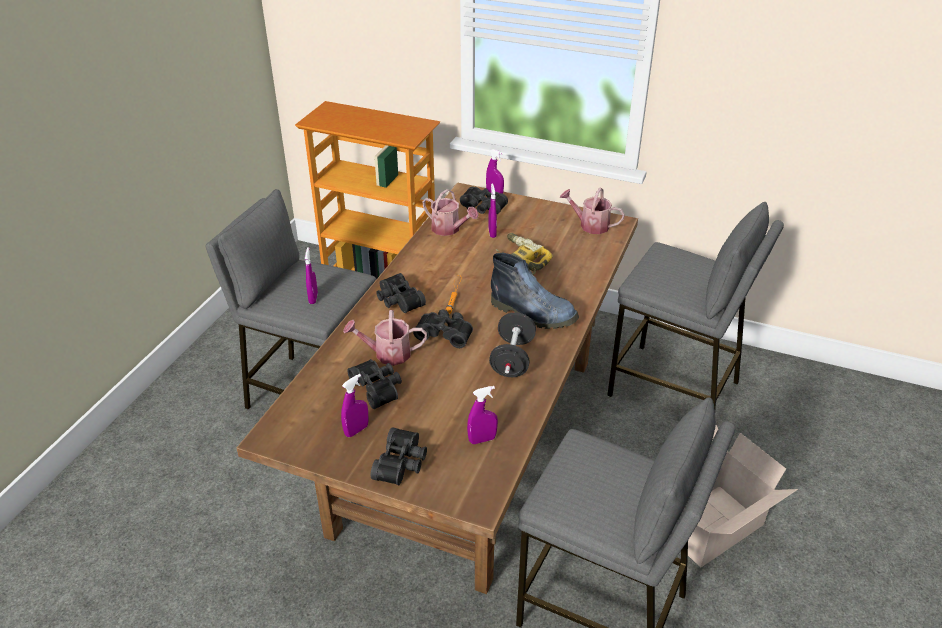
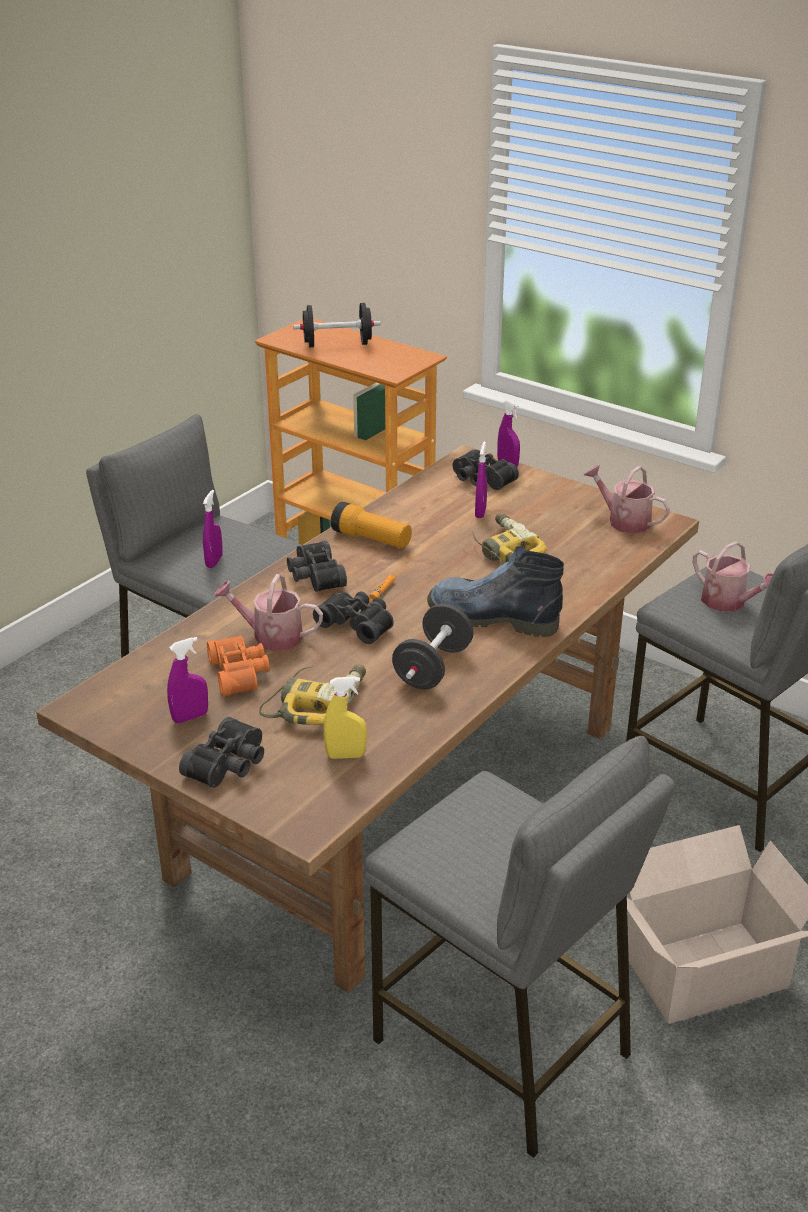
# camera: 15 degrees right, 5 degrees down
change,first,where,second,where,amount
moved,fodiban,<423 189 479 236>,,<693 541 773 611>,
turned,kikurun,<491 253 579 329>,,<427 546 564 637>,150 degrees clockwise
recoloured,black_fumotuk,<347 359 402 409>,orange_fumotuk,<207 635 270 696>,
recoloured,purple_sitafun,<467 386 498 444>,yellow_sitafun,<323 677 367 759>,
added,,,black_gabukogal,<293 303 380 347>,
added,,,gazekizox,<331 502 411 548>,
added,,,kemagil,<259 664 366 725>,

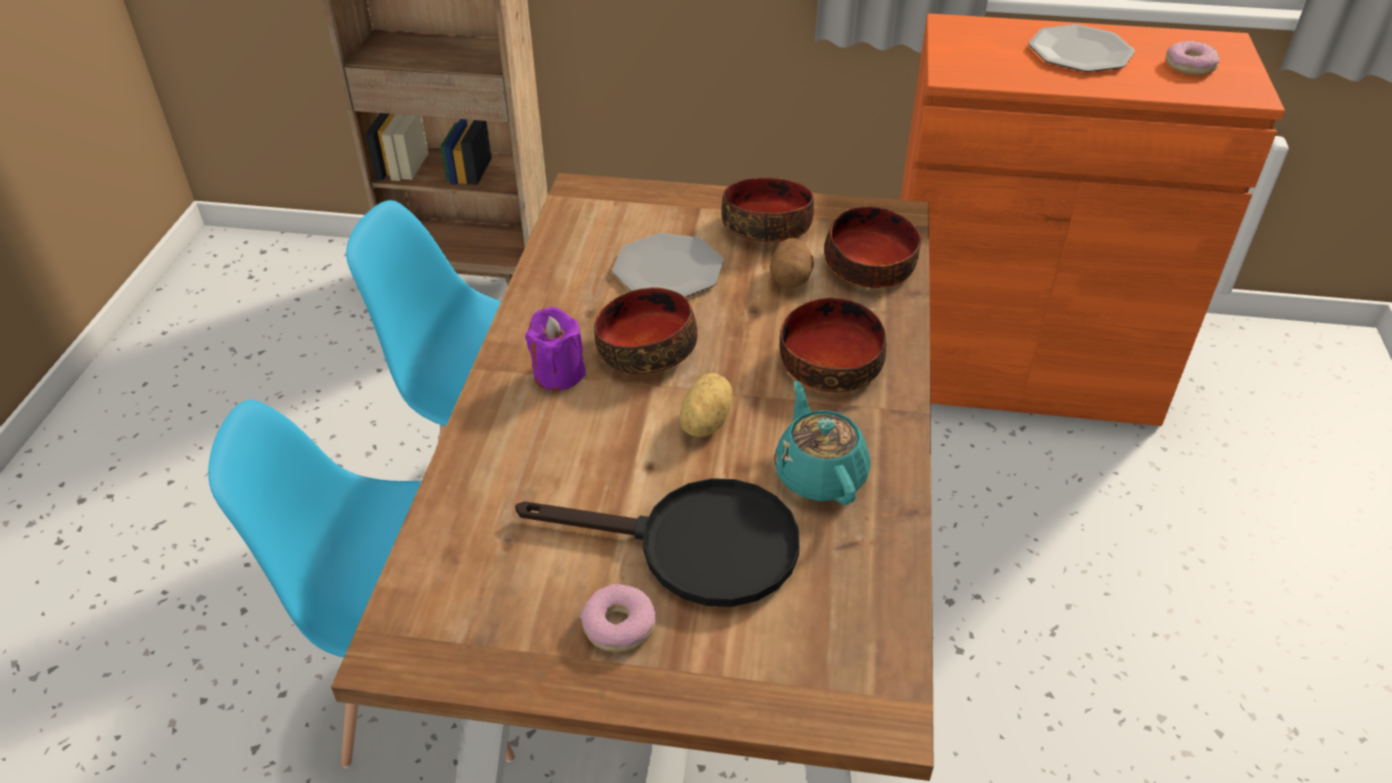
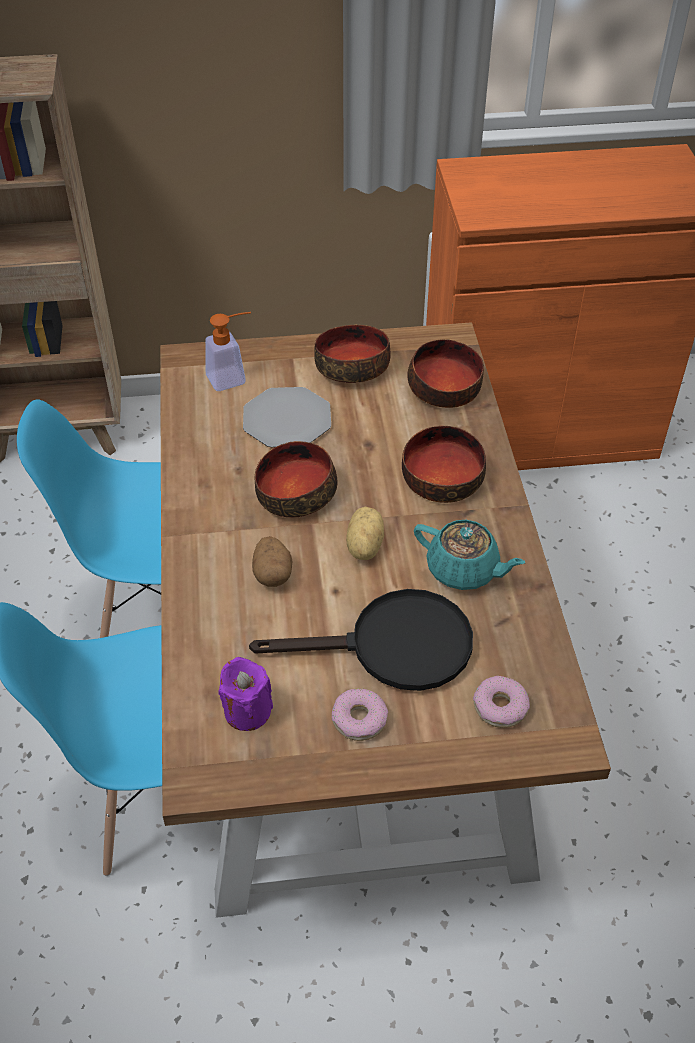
# camera: 15 degrees left, 5 degrees up
change,first,where,second,where,amount
removed,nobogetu,<1029 24 1135 72>,,,
moved,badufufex,<1166 41 1220 75>,,<473 676 530 728>,
moved,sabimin,<770 238 814 287>,,<252 536 292 587>,
moved,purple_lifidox,<525 307 586 391>,,<218 657 273 731>,
turned,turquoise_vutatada,<774 380 871 505>,,<414 520 525 590>,150 degrees clockwise
added,,,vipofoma,<205 312 251 391>,

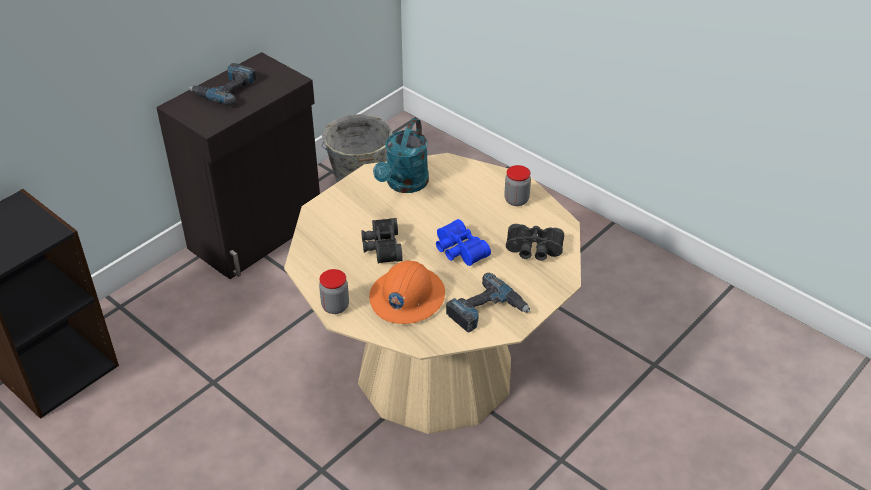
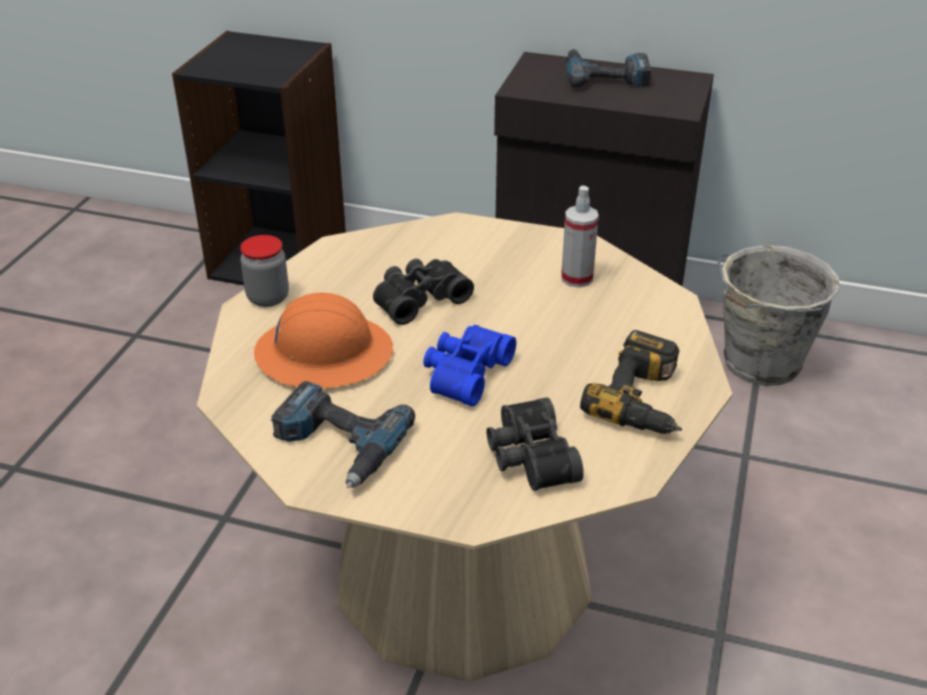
# camera: 65 degrees right, 5 degrees down
change,first,where,second,where,amount
replaced,turquoise_fodiban,<373 119 429 193>,sitafun,<561 186 599 288>,
replaced,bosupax,<504 165 531 206>,kemagil,<580 330 682 434>,

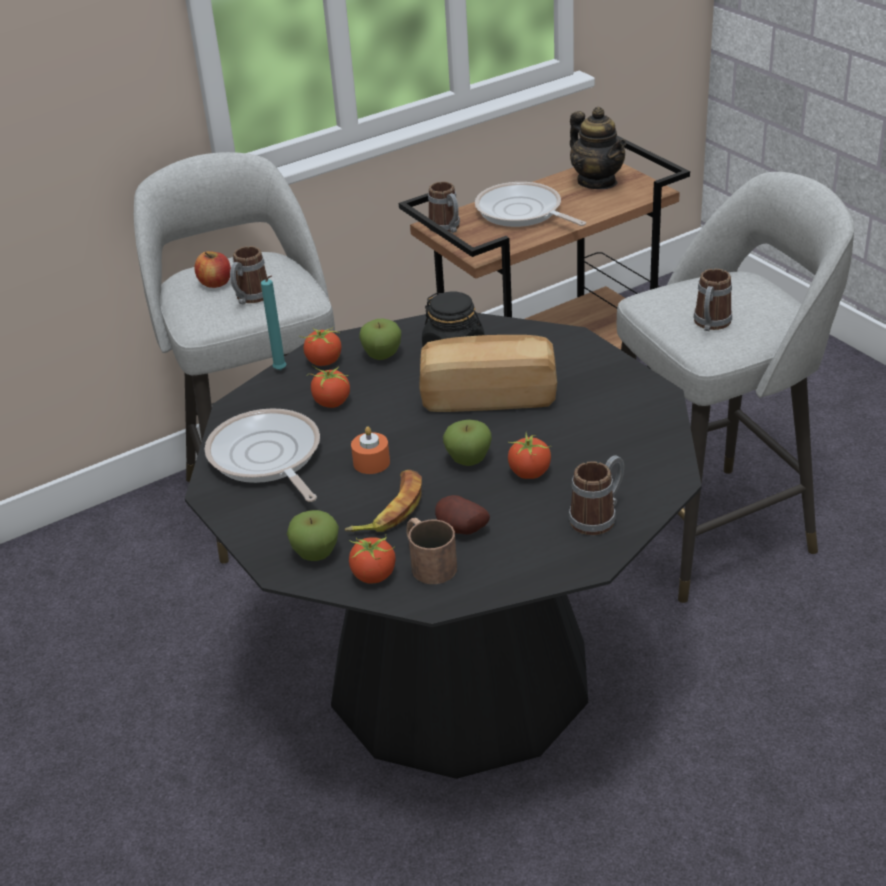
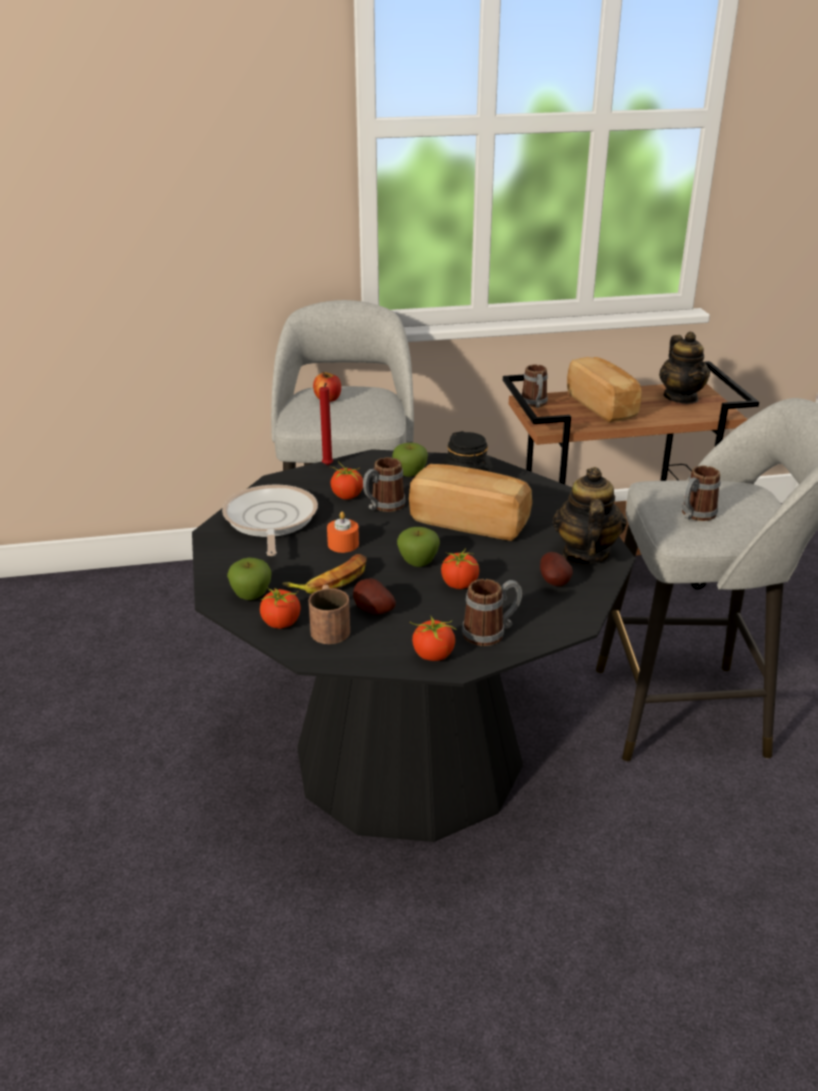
# camera: 20 degrees right, 5 degrees down
change,first,where,second,where,amount
replaced,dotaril,<475 182 586 227>,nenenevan,<567 357 642 422>,
moved,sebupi,<230 246 267 304>,,<363 457 406 512>,
recoloured,turquoise_lifidox,<261 275 287 370>,red_lifidox,<319 383 333 465>,
moved,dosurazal,<299 327 341 366>,,<410 616 457 661>,
added,,,vutatada,<553 467 627 564>,
added,,,sabimin,<540 552 573 586>,

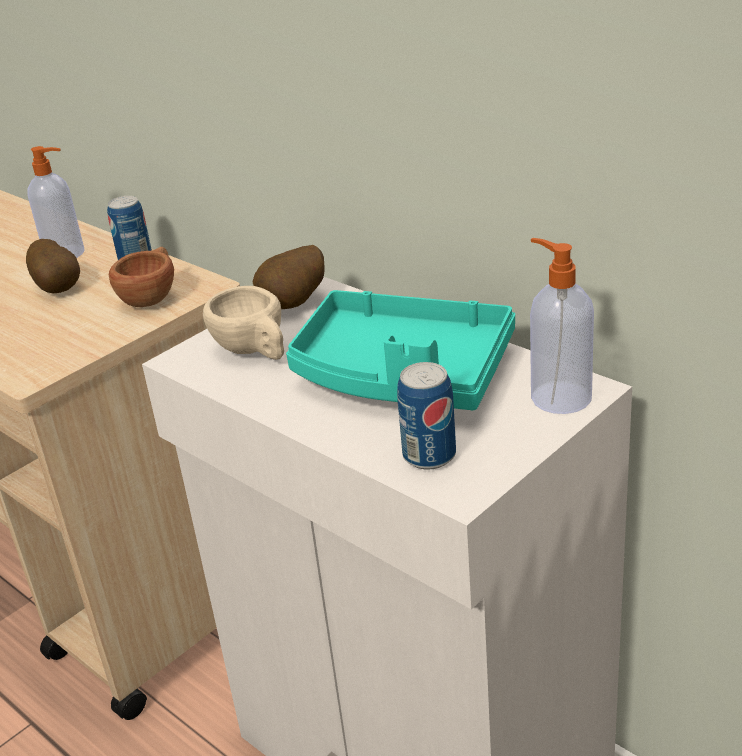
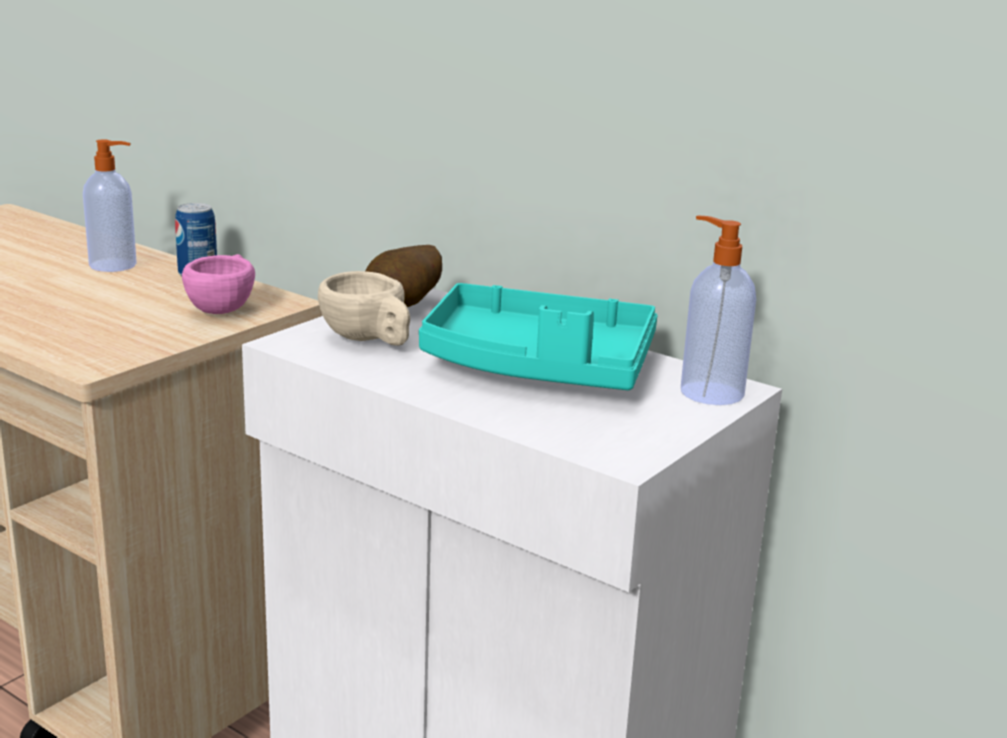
# camera: 10 degrees left, 10 degrees down
change,first,where,second,where,amount
removed,sabimin,<26 239 80 293>,,,
recoloured,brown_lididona,<109 247 174 307>,pink_lididona,<182 254 255 314>,
removed,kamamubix,<397 362 456 470>,,,

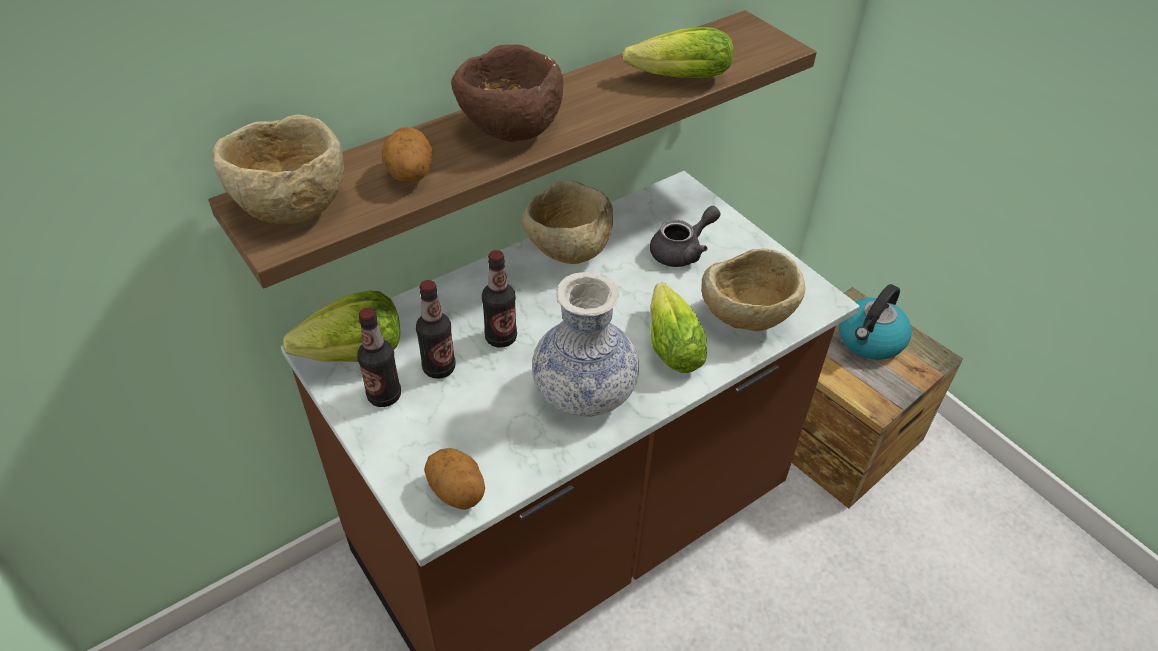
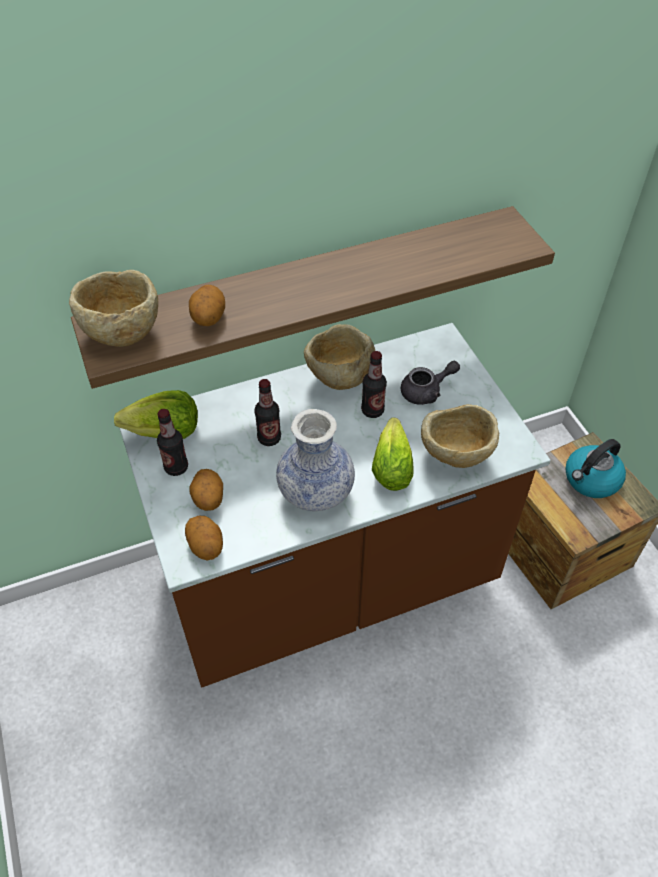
# camera: 15 degrees right, 5 degrees up
change,first,where,second,where,amount
removed,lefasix,<622 27 734 78>,,,
removed,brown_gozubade,<451 44 563 142>,,,
moved,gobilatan,<416 280 455 379>,,<361 351 387 418>,
added,,,sabimin,<189 469 223 511>,

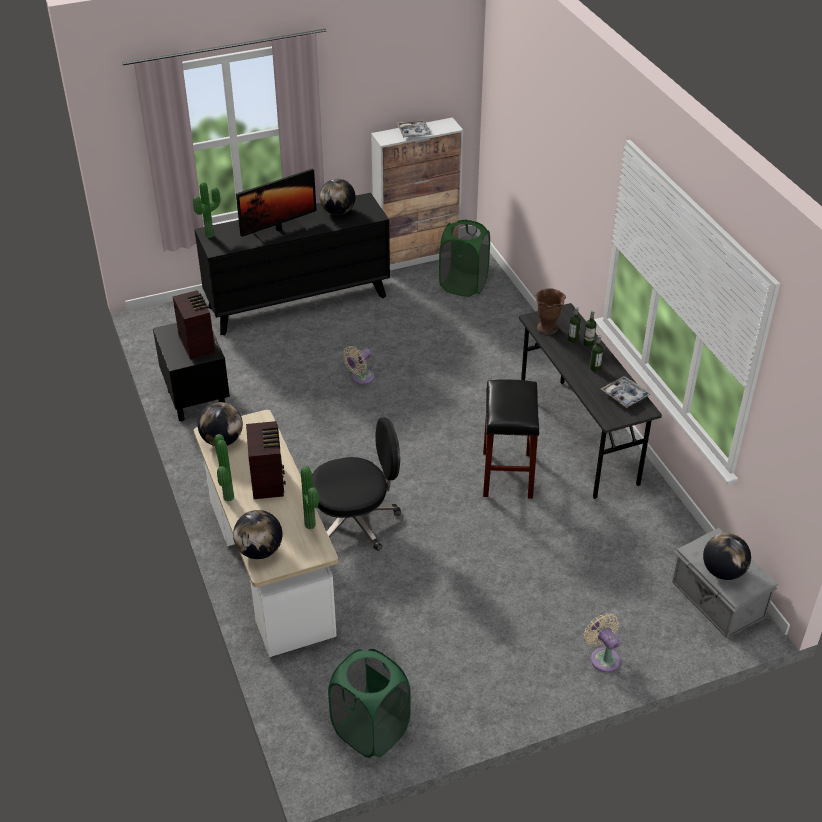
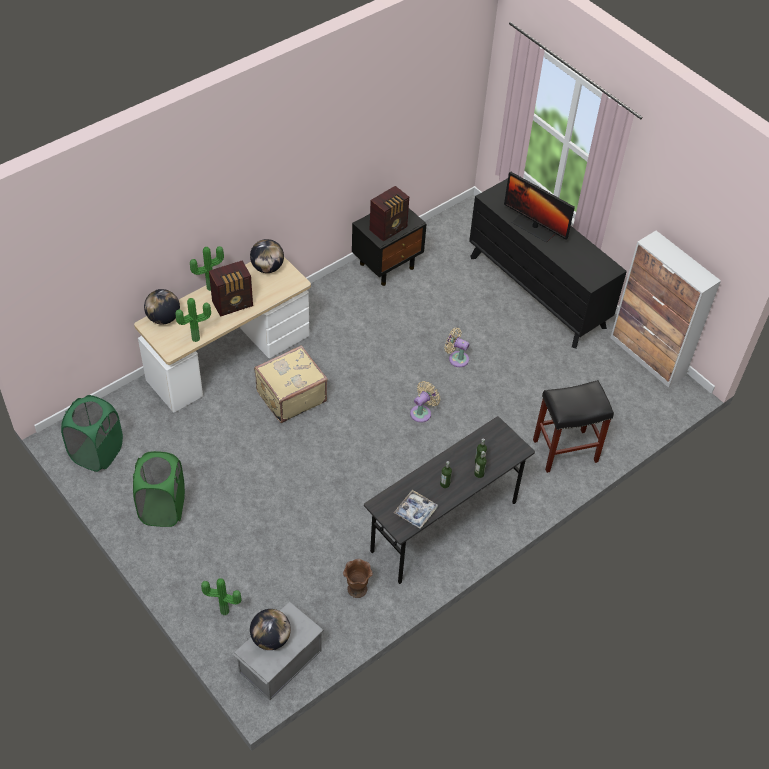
# camera: 70 degrees right, 10 degrees up
change,first,where,second,where,amount
removed,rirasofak,<397 120 432 138>,,,
removed,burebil,<320 179 356 215>,,,
moved,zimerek,<193 182 220 238>,,<201 578 242 615>,
moved,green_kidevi,<439 220 490 297>,,<133 451 185 527>,
moved,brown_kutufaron,<535 288 566 335>,,<343 559 373 598>,
moved,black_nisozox,<483 379 539 499>,,<533 380 614 473>,
replaced,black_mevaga,<312 417 401 551>,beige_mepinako,<254 345 327 423>,
moved,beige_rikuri,<584 613 620 672>,,<410 381 440 423>,

